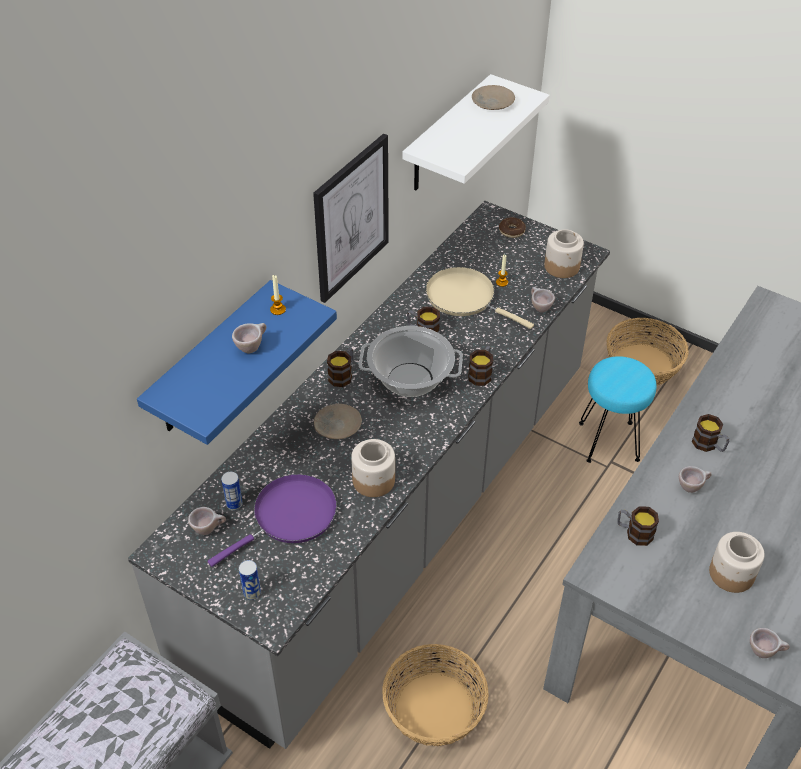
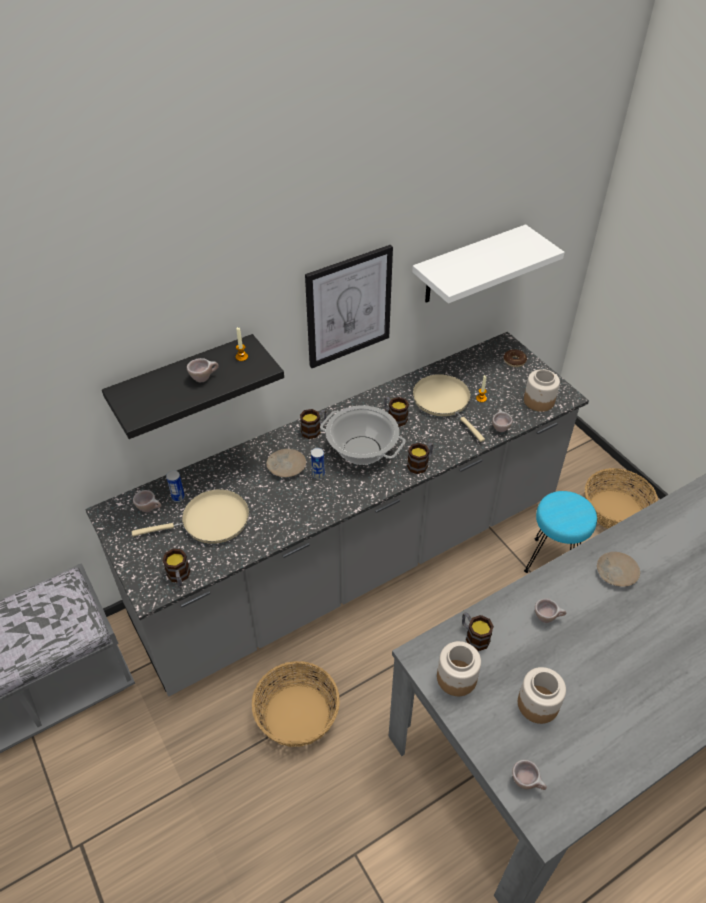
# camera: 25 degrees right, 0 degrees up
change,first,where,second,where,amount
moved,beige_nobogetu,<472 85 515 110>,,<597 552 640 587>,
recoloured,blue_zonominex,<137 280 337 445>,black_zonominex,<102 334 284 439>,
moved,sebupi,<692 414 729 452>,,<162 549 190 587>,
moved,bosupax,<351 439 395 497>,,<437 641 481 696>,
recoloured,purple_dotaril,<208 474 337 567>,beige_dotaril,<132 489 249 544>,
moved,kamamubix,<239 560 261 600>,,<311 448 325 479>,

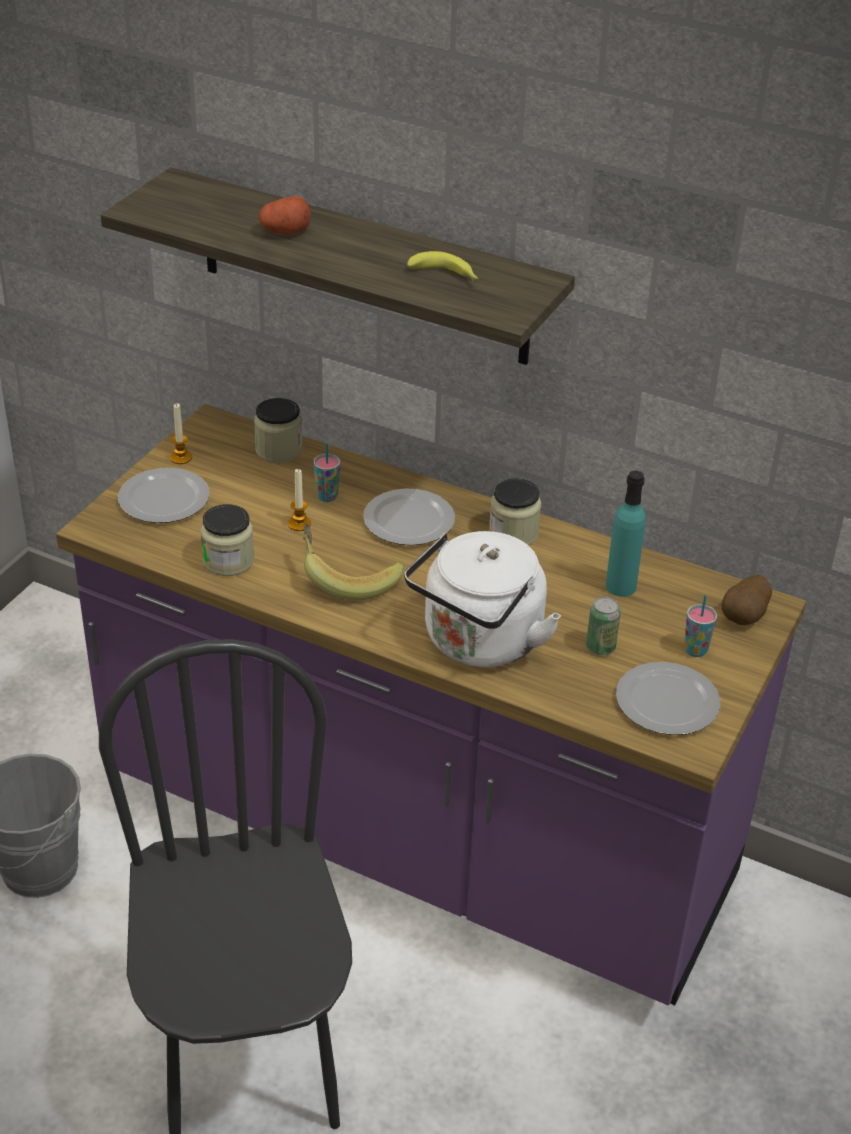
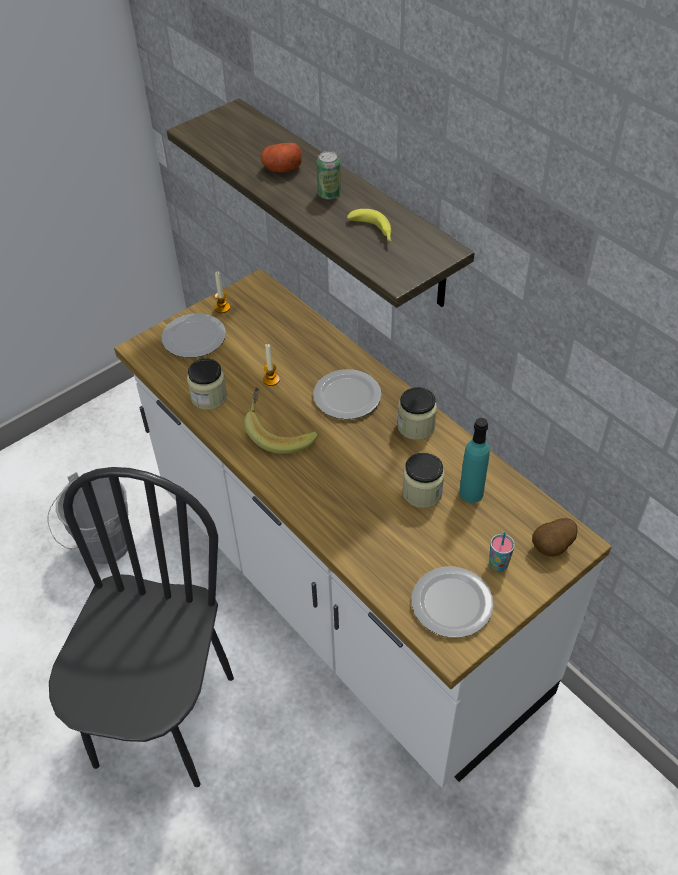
# camera: 25 degrees right, 10 degrees up
change,first,where,second,where,amount
moved,bosupax,<254 398 303 463>,,<402 453 444 508>,
recoloured,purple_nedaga,<56 404 806 1005>,white_nedaga,<114 269 611 788>,
removed,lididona,<314 443 340 502>,,,
removed,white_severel,<404 531 561 667>,,,
moved,kamamubix,<586 597 621 655>,,<317 151 341 199>,

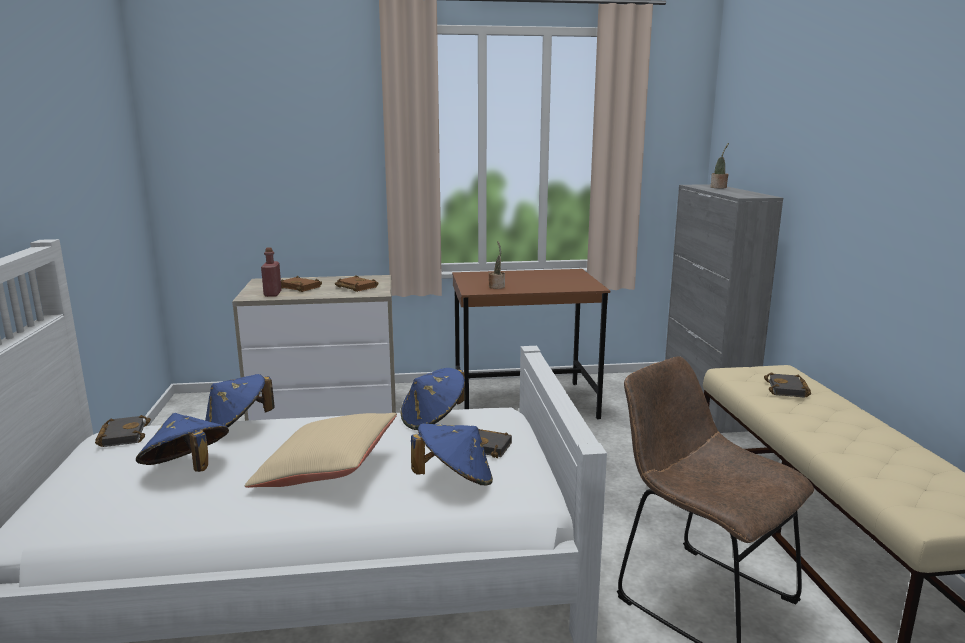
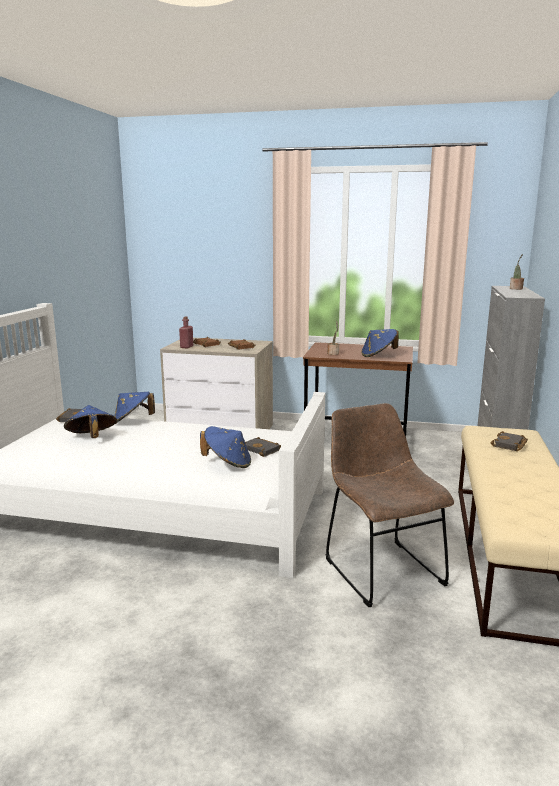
# camera: 20 degrees right, 0 degrees up
change,first,where,second,where,amount
moved,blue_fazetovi,<400 368 465 430>,,<361 329 399 357>,
removed,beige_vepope,<245 413 397 488>,,,

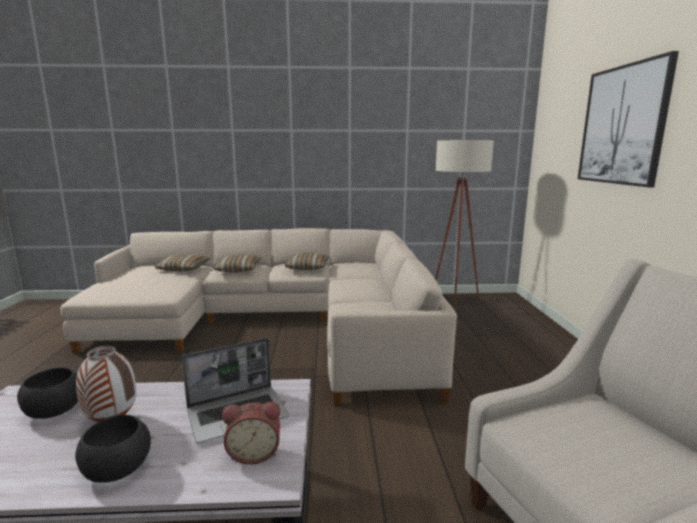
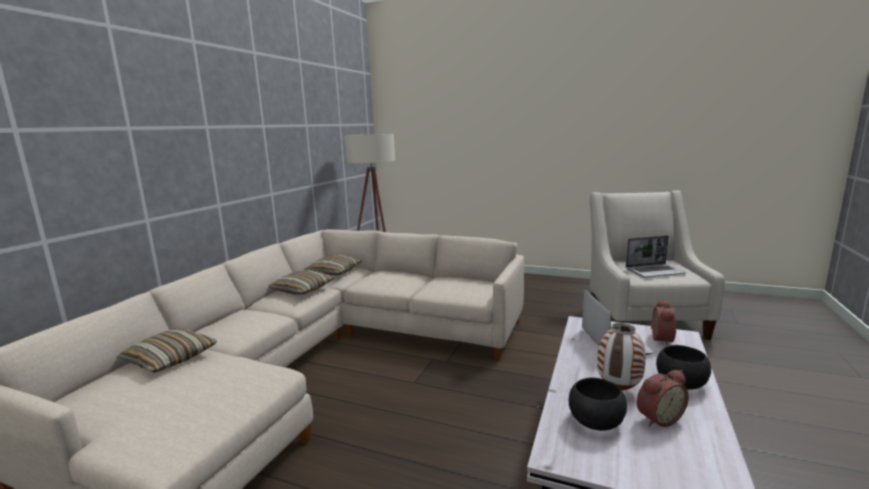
# camera: 65 degrees left, 0 degrees up
change,first,where,second,where,amount
removed,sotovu,<578 51 679 187>,,,
moved,vepope,<213 254 261 272>,,<304 255 362 276>,
added,,,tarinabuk,<626 235 686 277>,
added,,,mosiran,<637 370 689 427>,

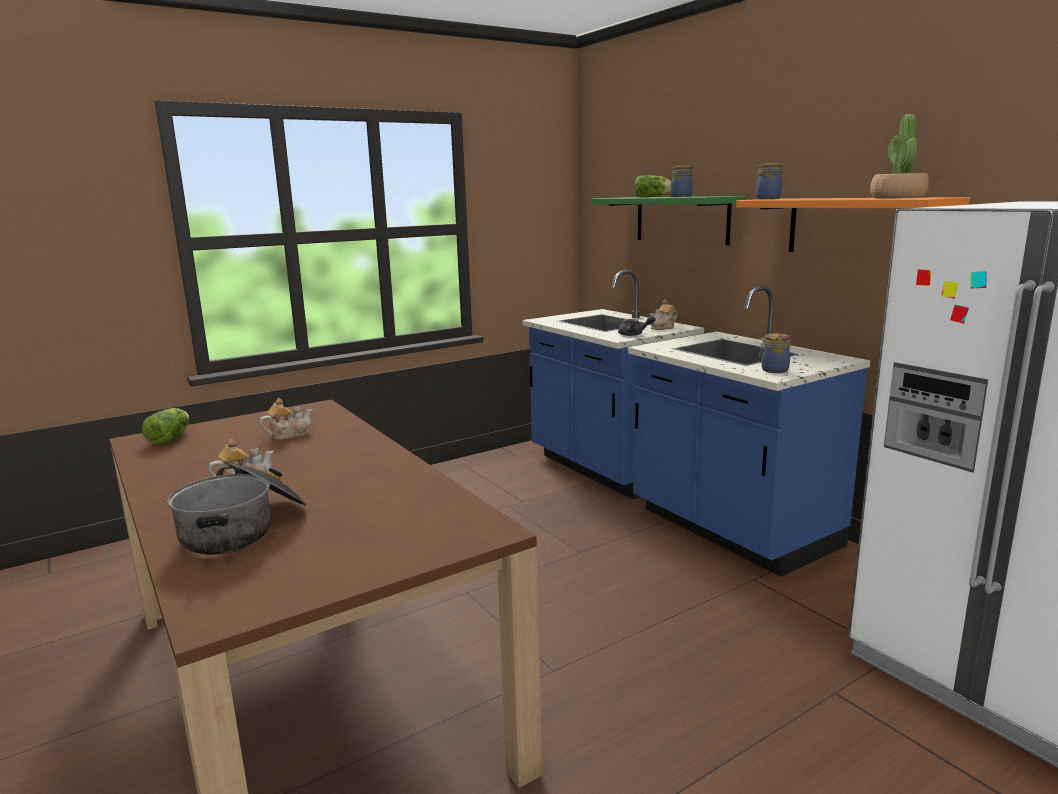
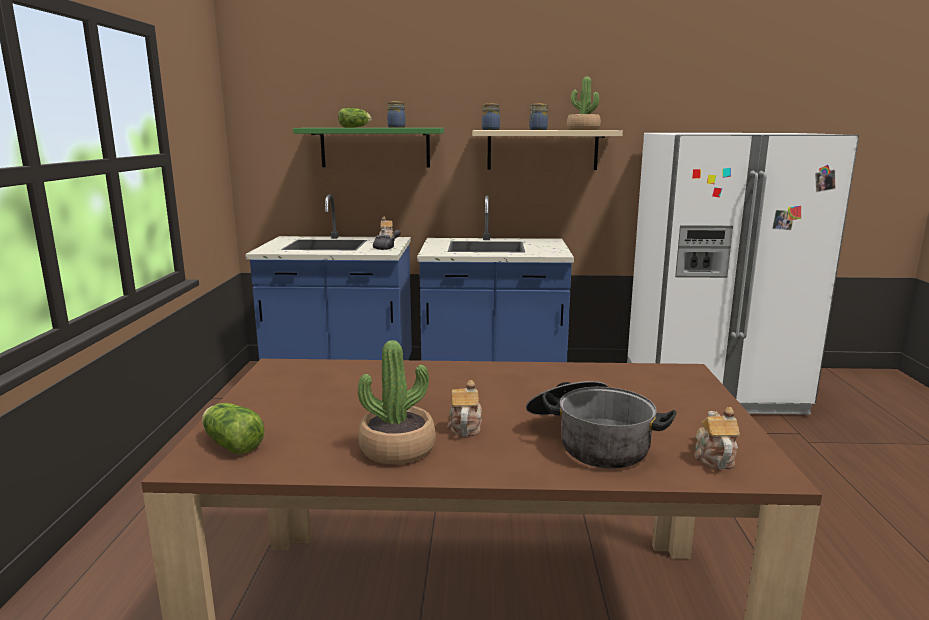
# camera: 55 degrees left, 0 degrees up
change,first,where,second,where,amount
recoloured,orange_zonominex,<736 197 970 252>,beige_zonominex,<472 130 623 170>,
moved,bosupax,<759 333 791 373>,,<529 103 548 130>,
moved,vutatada,<260 398 313 440>,,<694 407 740 469>,
added,,,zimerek,<358 340 436 464>,

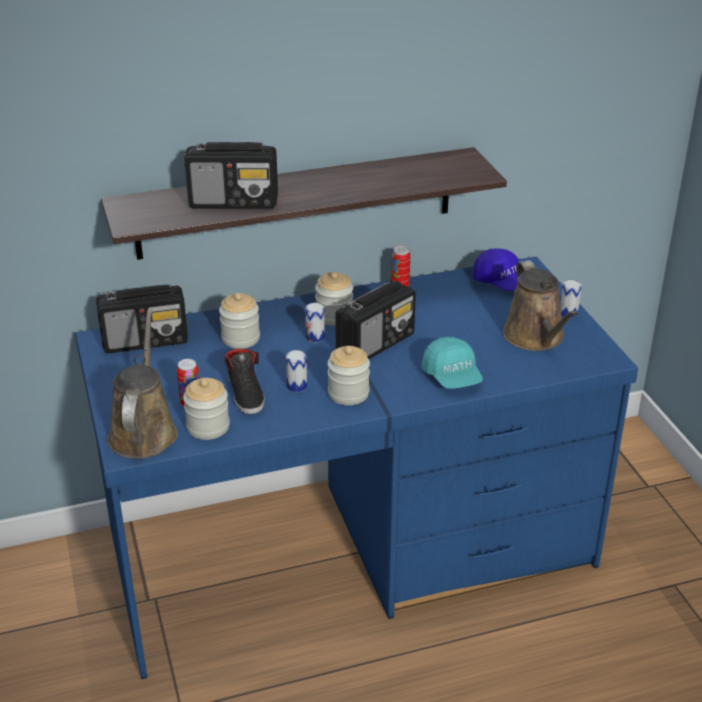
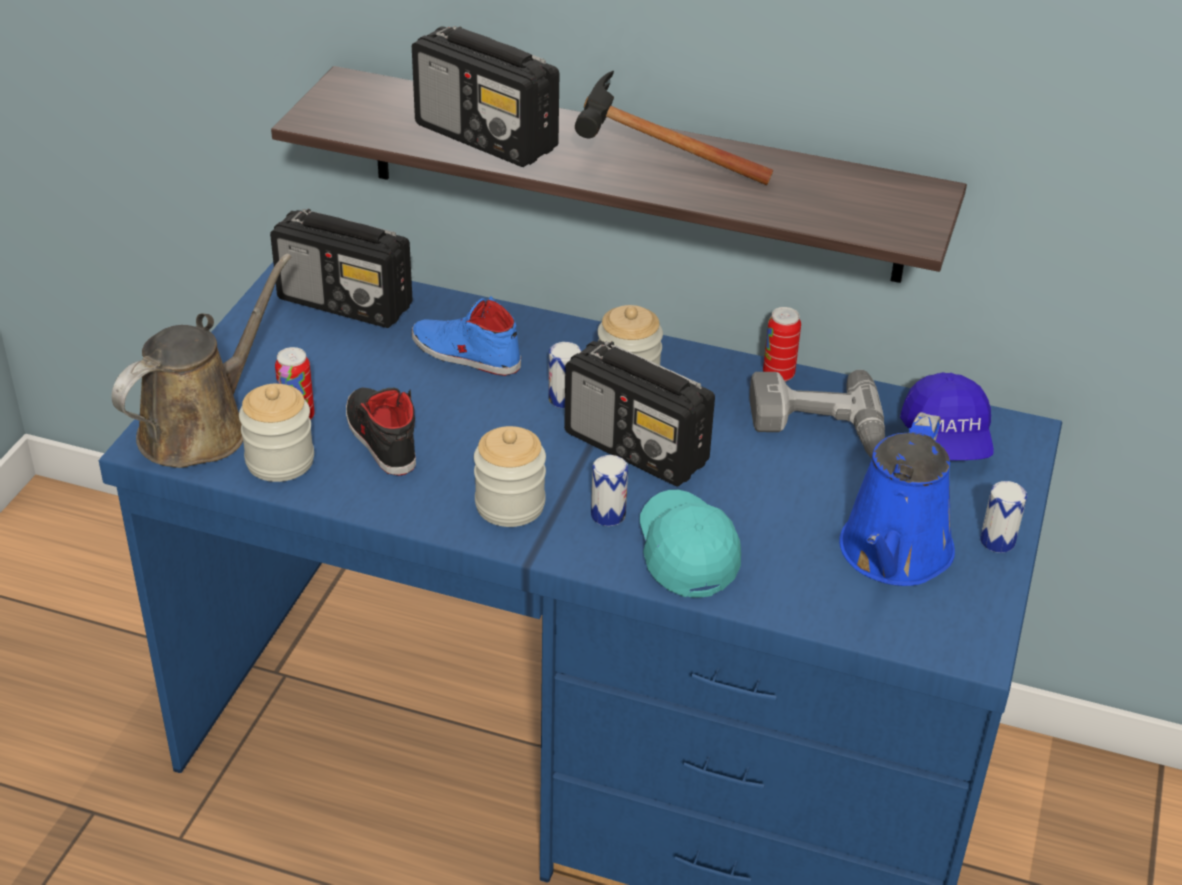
# camera: 35 degrees right, 5 degrees up
change,first,where,second,where,amount
recoloured,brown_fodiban,<503 260 578 351>,blue_fodiban,<839 412 955 586>,
turned,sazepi,<335 281 416 359>,,<564 341 715 487>,45 degrees clockwise
replaced,bosupax,<219 293 260 349>,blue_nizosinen,<412 296 521 376>,
turned,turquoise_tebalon,<421 337 483 389>,,<640 490 741 598>,150 degrees clockwise
turned,black_nizosinen,<224 348 265 414>,,<346 388 416 476>,135 degrees clockwise
moved,kamamubix,<286 350 307 392>,,<591 455 628 526>,
added,,,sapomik,<575 71 773 185>,
added,,,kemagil,<750 370 885 458>,

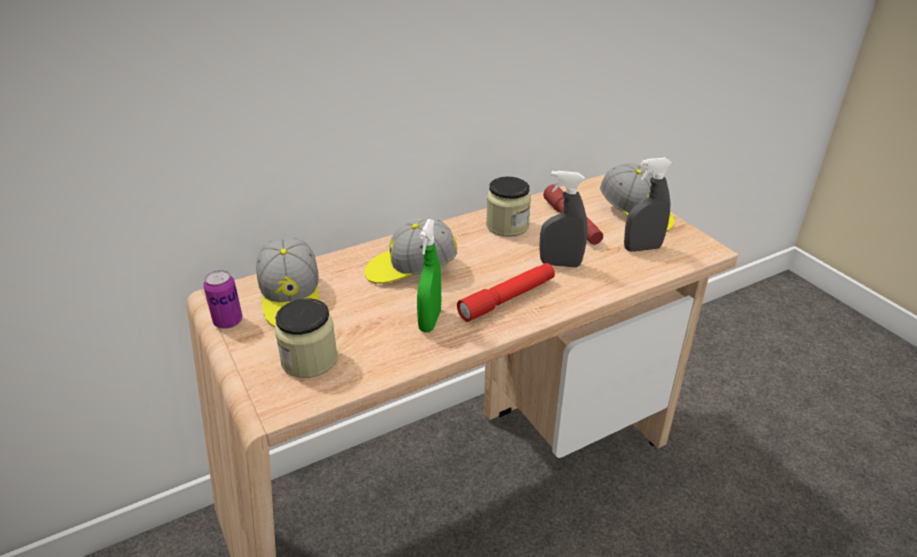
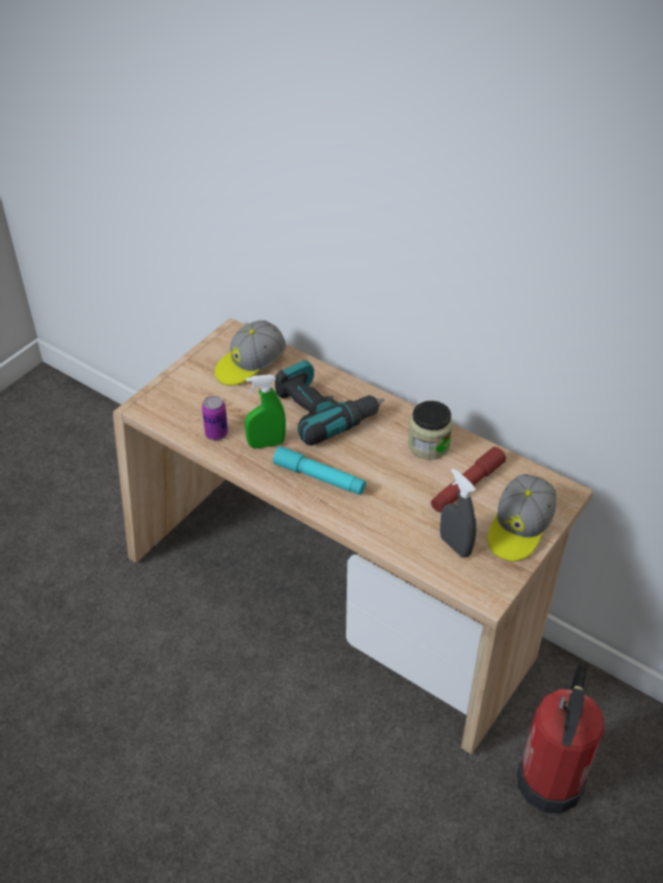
# camera: 65 degrees right, 10 degrees up
change,first,where,second,where,amount
removed,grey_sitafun,<539 171 588 268>,,,
replaced,tebalon,<365 219 457 284>,kemagil,<275 360 384 446>,
recoloured,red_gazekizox,<457 263 555 322>,turquoise_gazekizox,<273 446 366 495>,
moved,kamamubix,<203 270 243 329>,,<202 396 228 440>,
removed,bosupax,<274 298 338 378>,,,
added,,,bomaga,<517 663 604 813>,

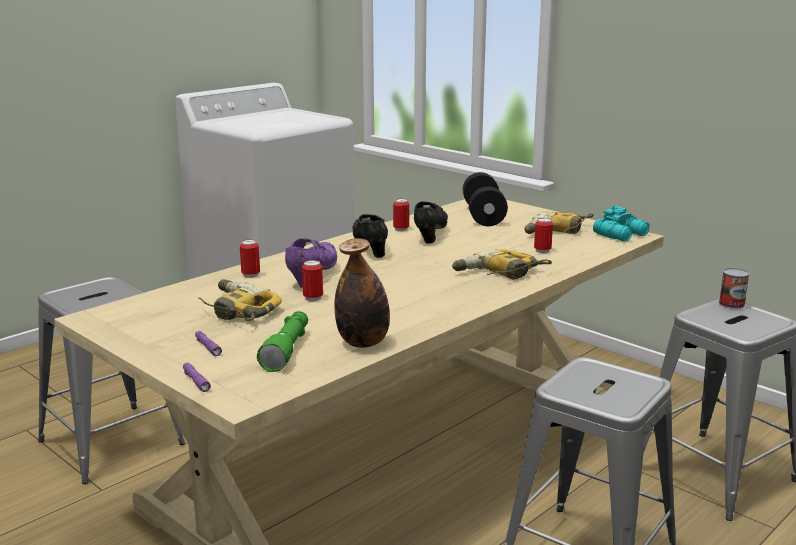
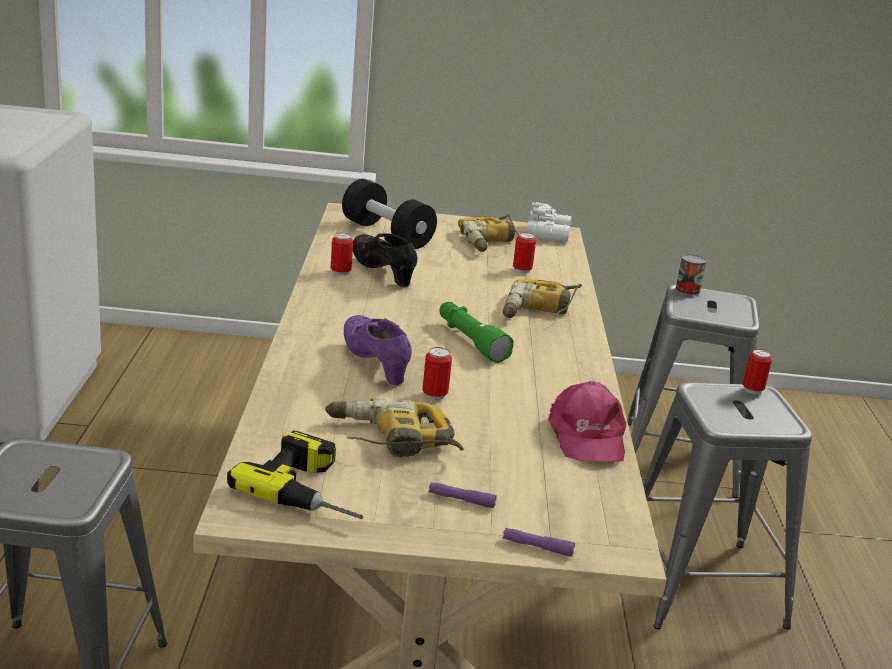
# camera: 45 degrees left, 5 degrees up
change,first,where,second,where,amount
recoloured,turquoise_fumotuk,<593 205 649 241>,white_fumotuk,<526 202 571 242>,
removed,black_nizosinen,<353 214 388 258>,,,
replaced,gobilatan,<334 238 390 348>,pink_tebalon,<548 381 626 462>,
moved,kamamubix,<240 239 260 278>,,<743 349 772 394>,
moved,green_gazekizox,<257 311 308 372>,,<439 302 514 363>,
added,,,kemagil,<227 430 363 519>,

